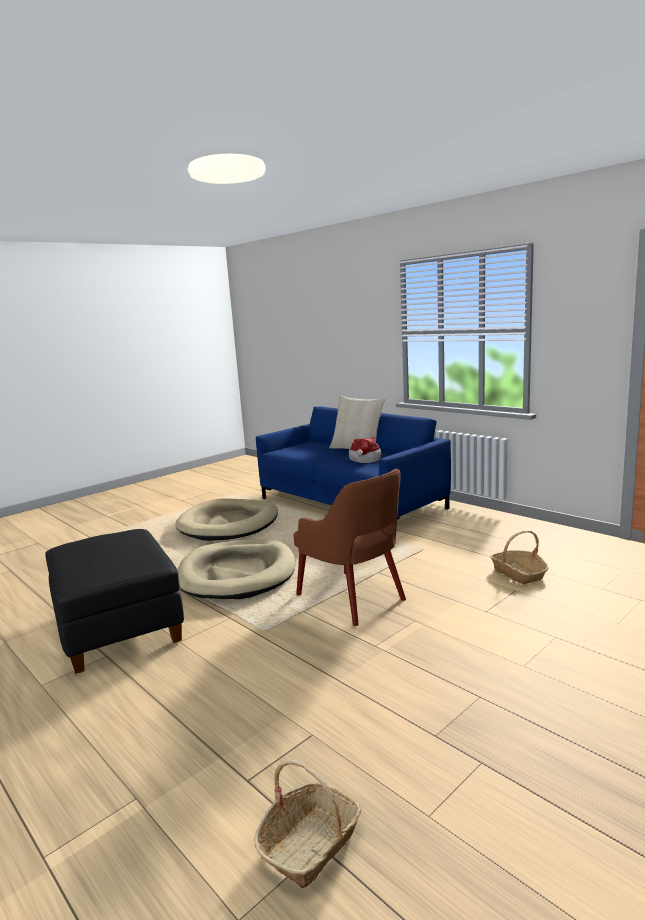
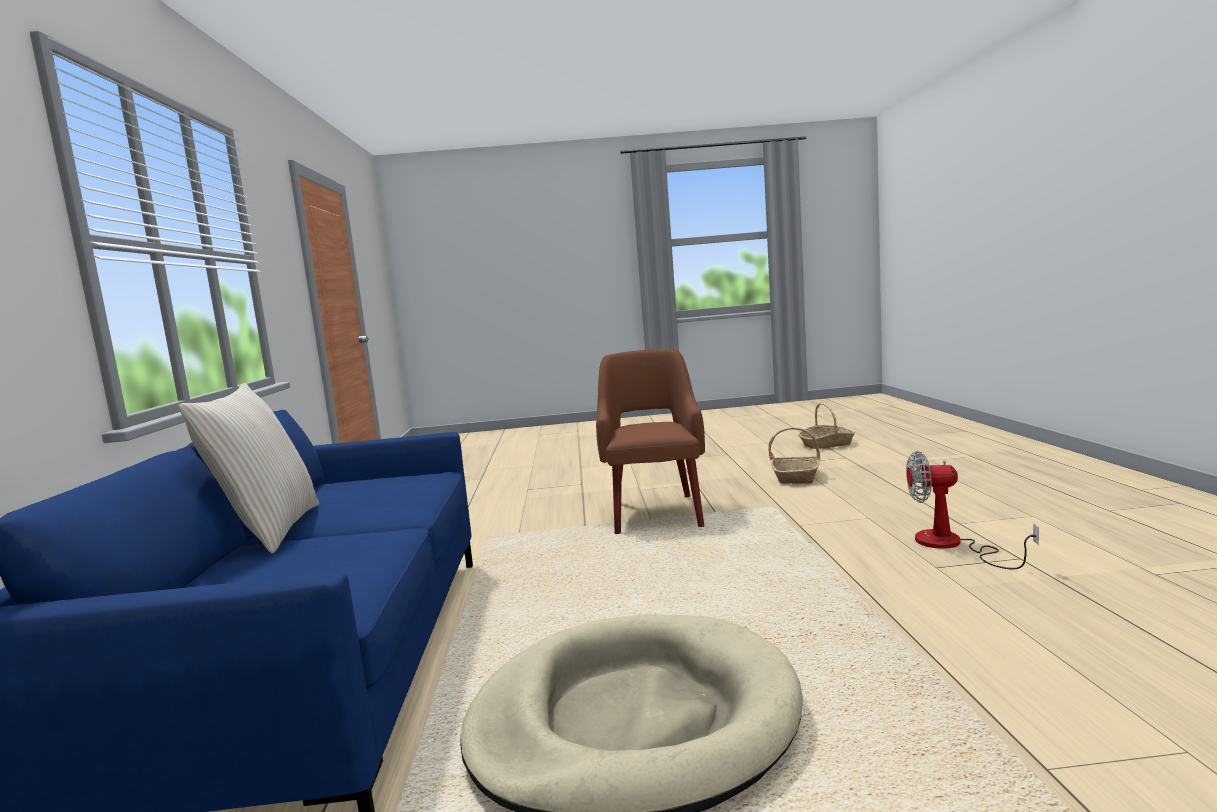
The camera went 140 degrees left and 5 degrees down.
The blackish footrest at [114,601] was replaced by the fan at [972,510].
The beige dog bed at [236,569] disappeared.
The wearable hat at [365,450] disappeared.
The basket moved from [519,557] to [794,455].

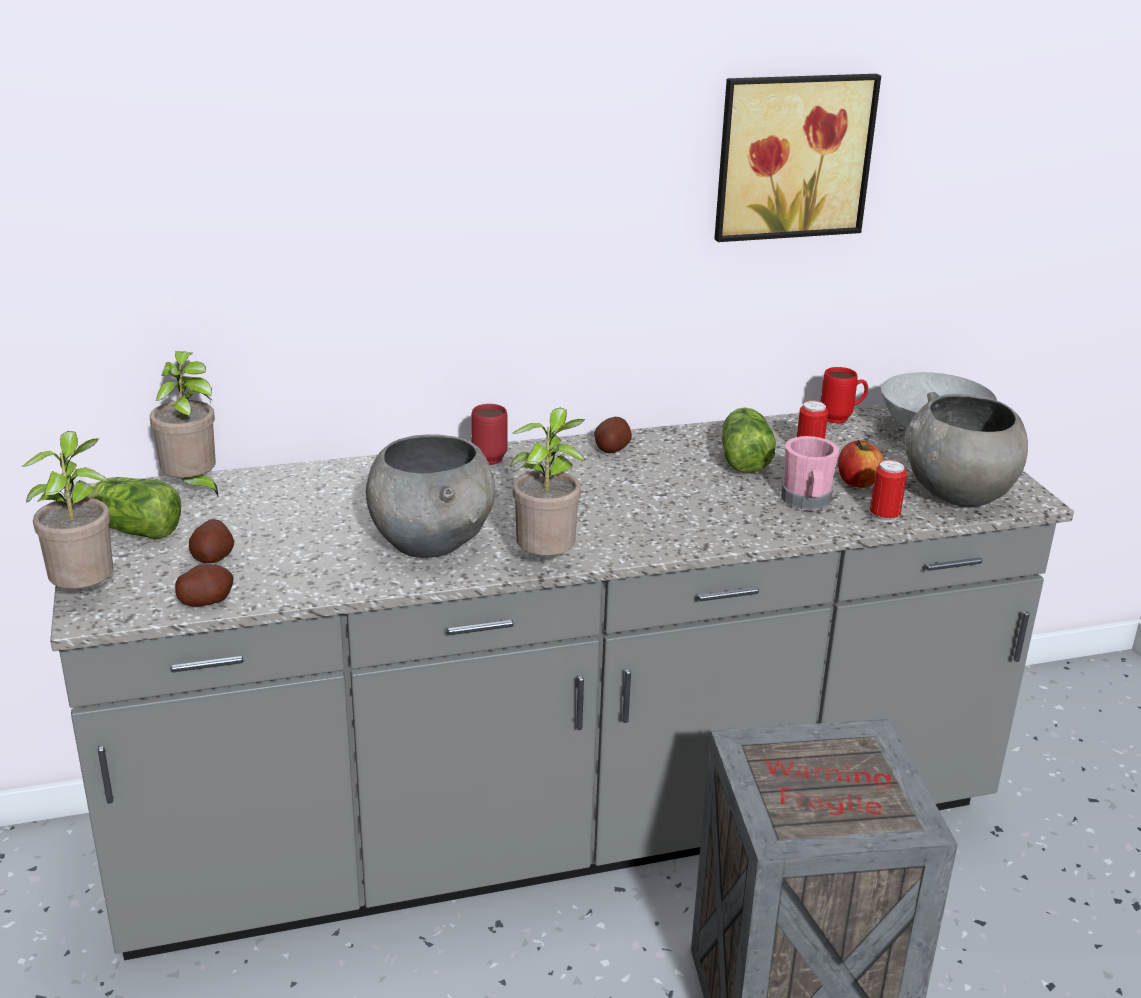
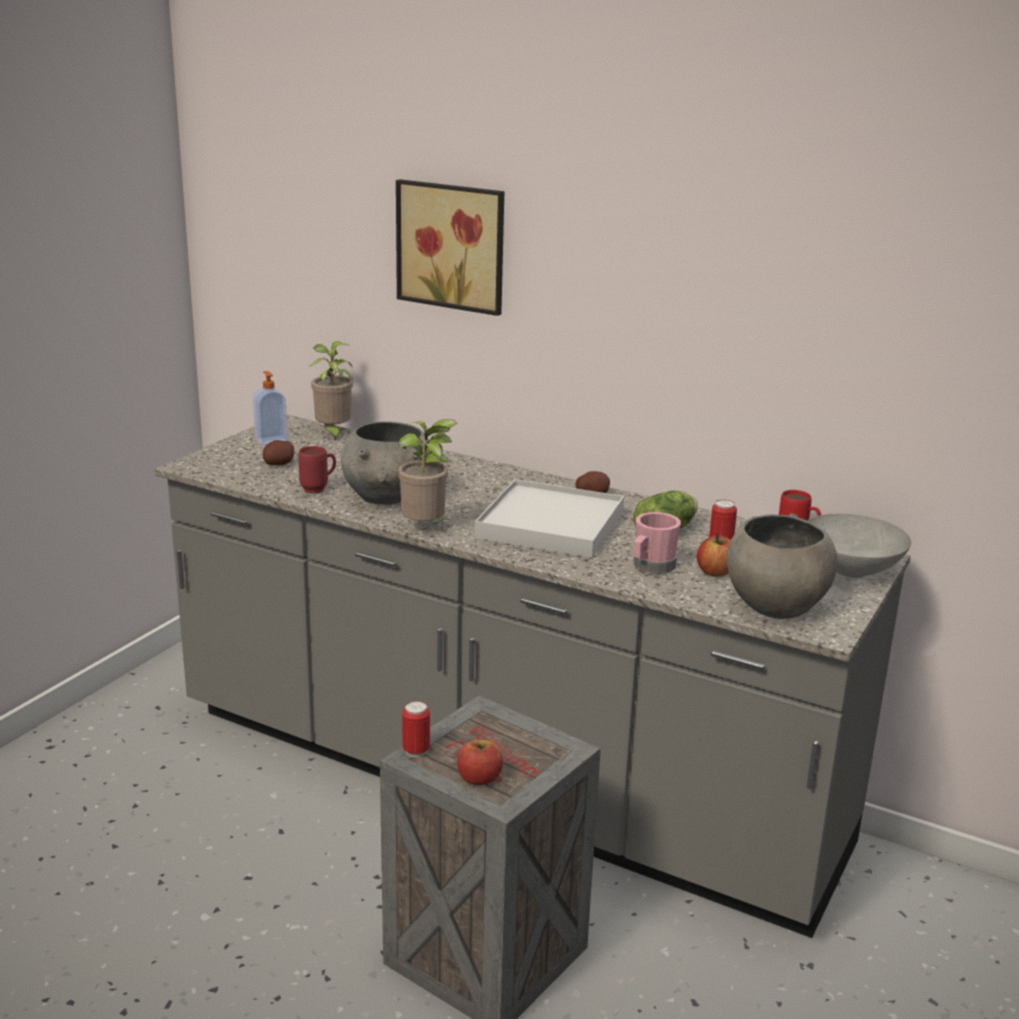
The camera went 45 degrees right and 5 degrees down.
The potted plant at [67,510] disappeared.
The head of lettuce at [134,508] was replaced by the soap dispenser at [270,408].
The spud at [204,585] disappeared.
The red mug moved from [489,434] to [317,470].
The wall picture moved from [797,158] to [450,247].
The sealed can moved from [888,491] to [416,729].
The apple fruit at [480,762] appeared.
The white-coloured tray at [549,518] appeared.

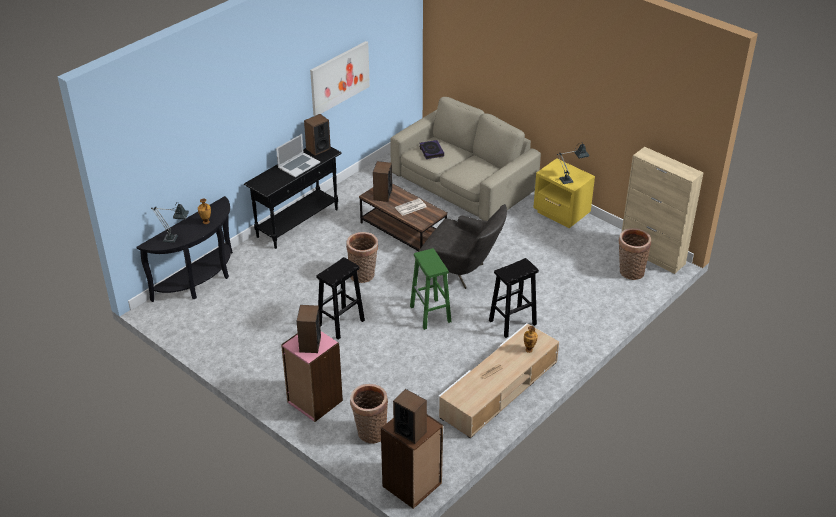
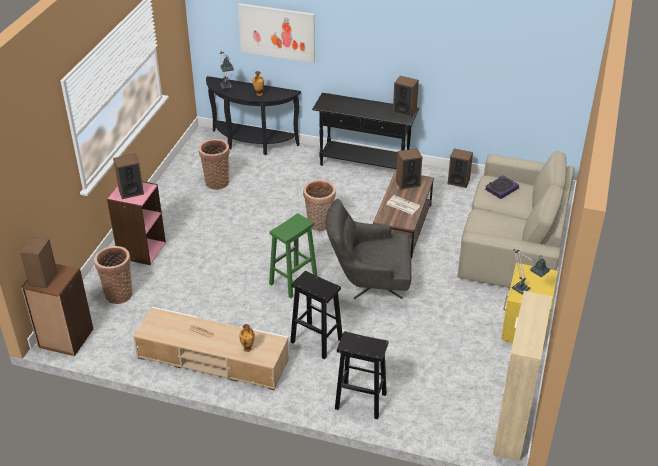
The camera went 65 degrees right and 0 degrees up.
The portable computer at [298,155] disappeared.
The wall picture moved from [340,78] to [276,33].
The blackish stool seat moved from [340,298] to [362,375].
The greyish lounge chair at [462,246] turned 90 degrees clockwise.
The basket moved from [634,254] to [214,164].
The loudspeaker at [460,168] appeared.

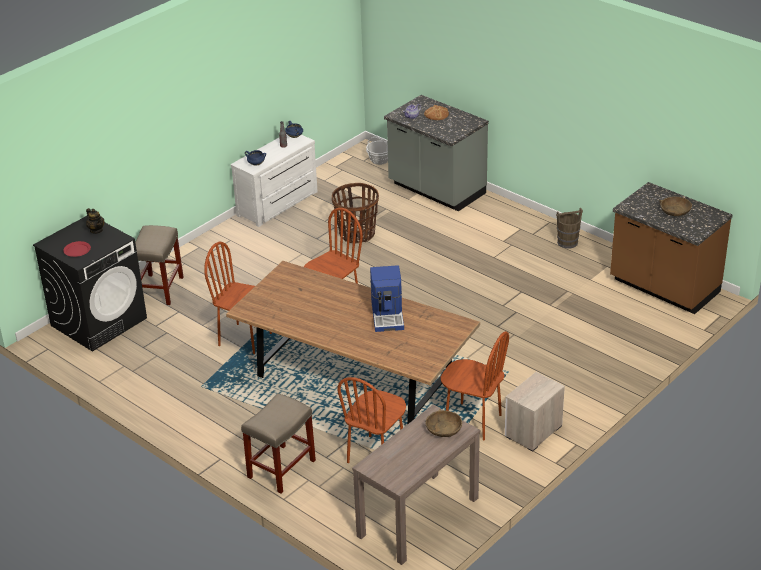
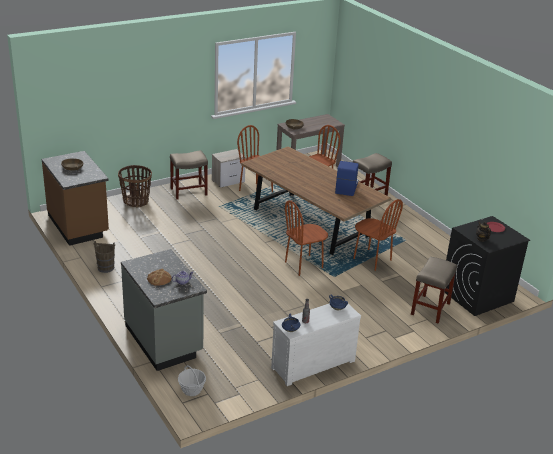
The camera went 165 degrees left and 5 degrees down.
The basket moved from [355,213] to [135,186].
The coffee machine moved from [387,298] to [347,178].
The beige stool seat at [189,174] appeared.

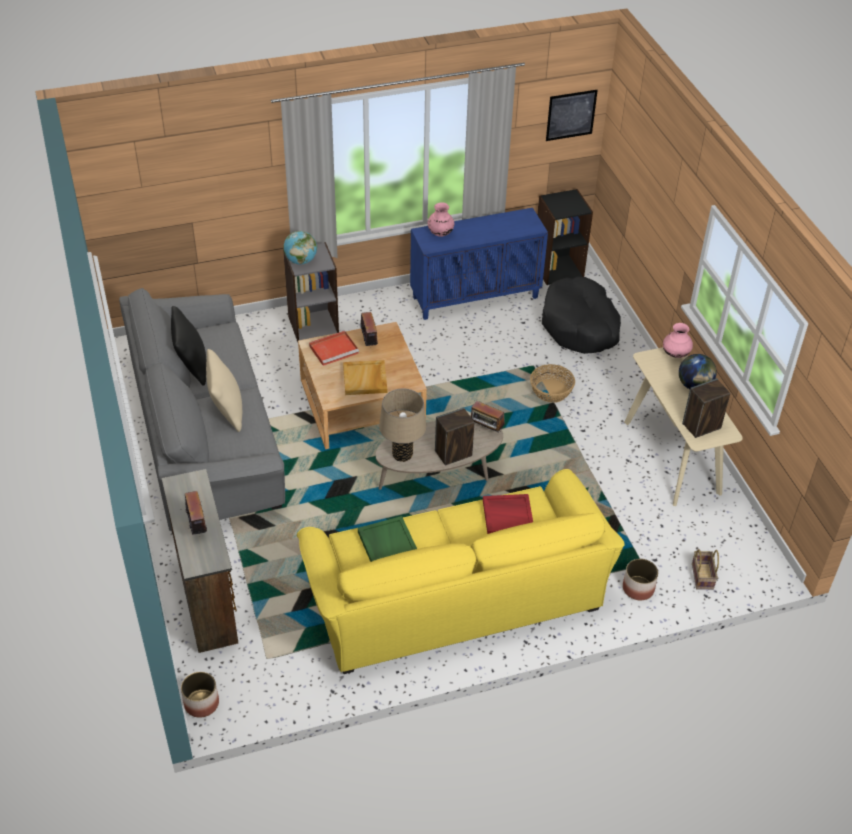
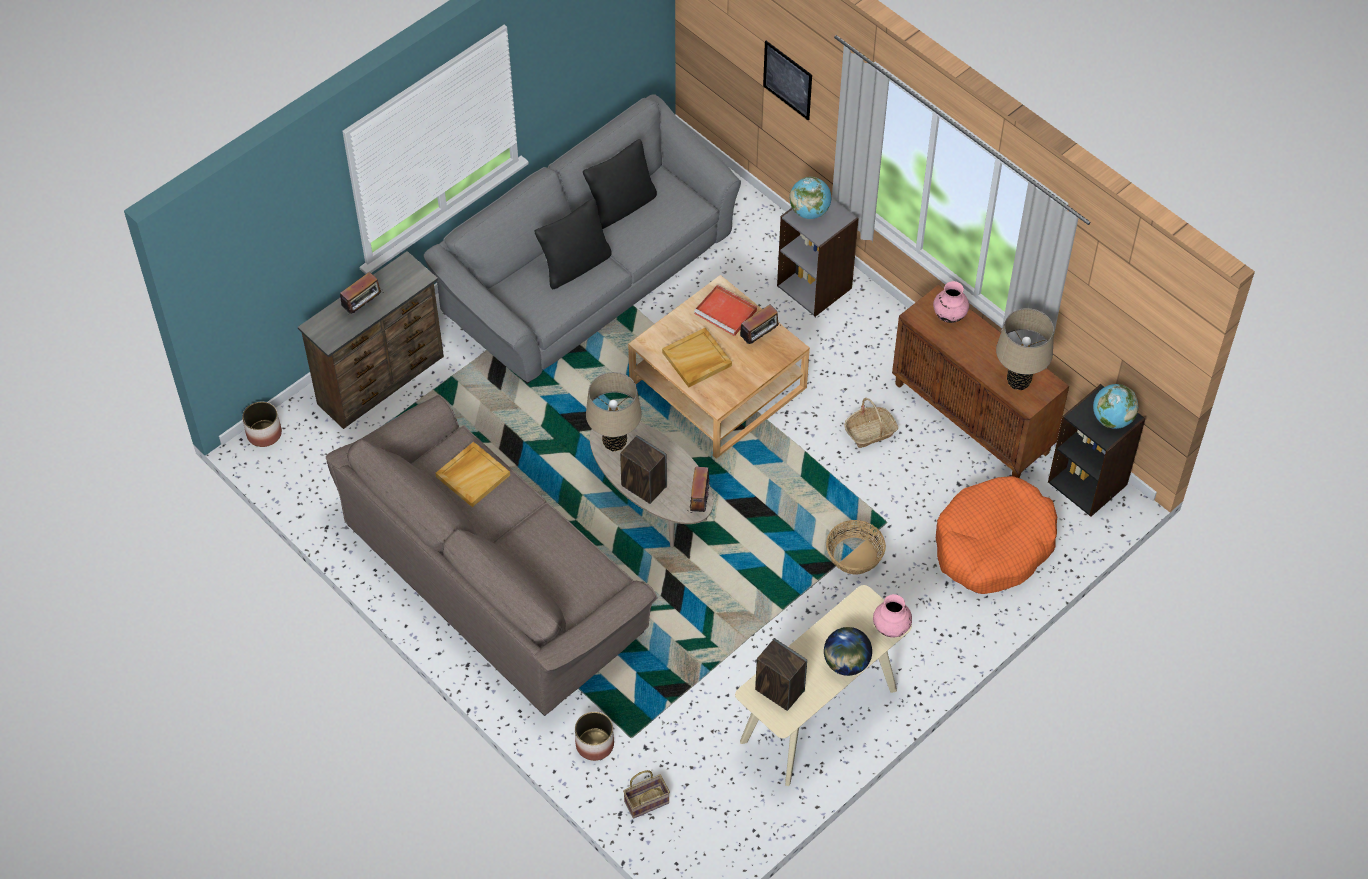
The camera went 65 degrees right and 10 degrees up.
The beige cushion at [224,390] became the blackish cushion at [573,243].
The yellowish settee at [461,571] became the brown-coloured settee at [491,555].
The green-coloured tray at [387,539] became the beige tray at [472,474].
The blue cabinet at [479,264] became the brown-coloured cabinet at [980,381].
The red tray at [508,514] disappeared.
The blackish dog bed at [581,315] became the orange-coloured dog bed at [996,535].
The wall picture moved from [572,115] to [787,80].
The basket at [871,423] appeared.
The beige table lamp at [1025,349] appeared.
The desk globe at [1116,406] appeared.

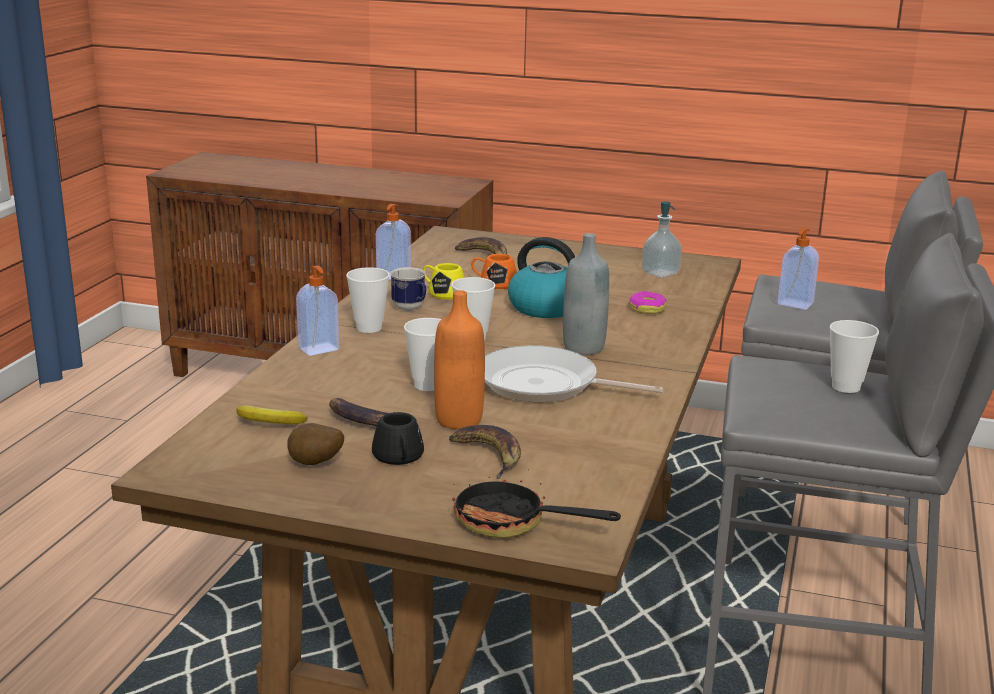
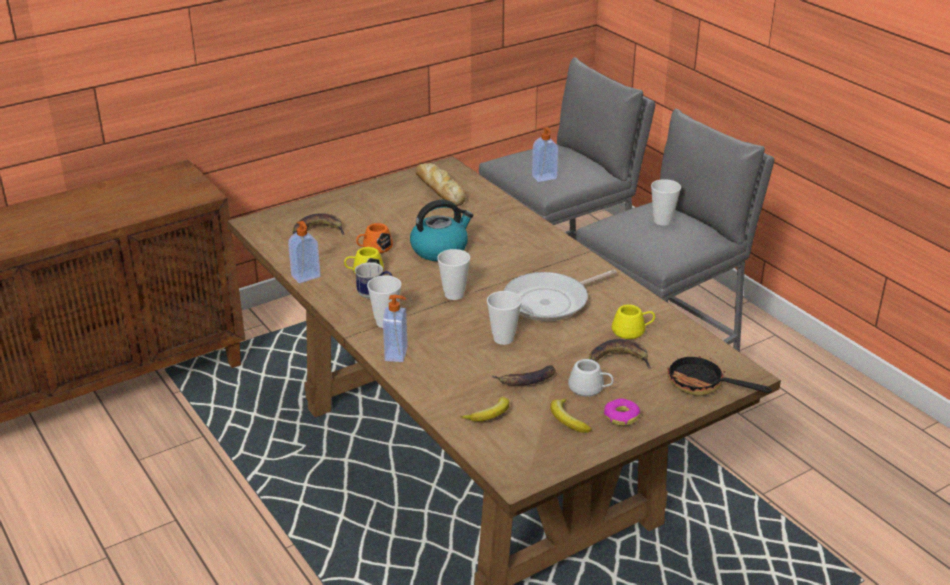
The camera went 50 degrees left and 10 degrees up.
The spud at [315,444] was replaced by the whole banana at [570,415].
The blackish mug at [398,438] became the white-coloured mug at [591,378].
The orange-coloured drink bottle at [459,359] disappeared.
The pan at [536,504] turned 60 degrees clockwise.
The greyish drink bottle at [586,294] disappeared.
The ring doughnut moved from [648,302] to [622,412].
The soap dispenser at [662,239] was replaced by the bread at [440,184].
The yellowish mug at [633,322] appeared.

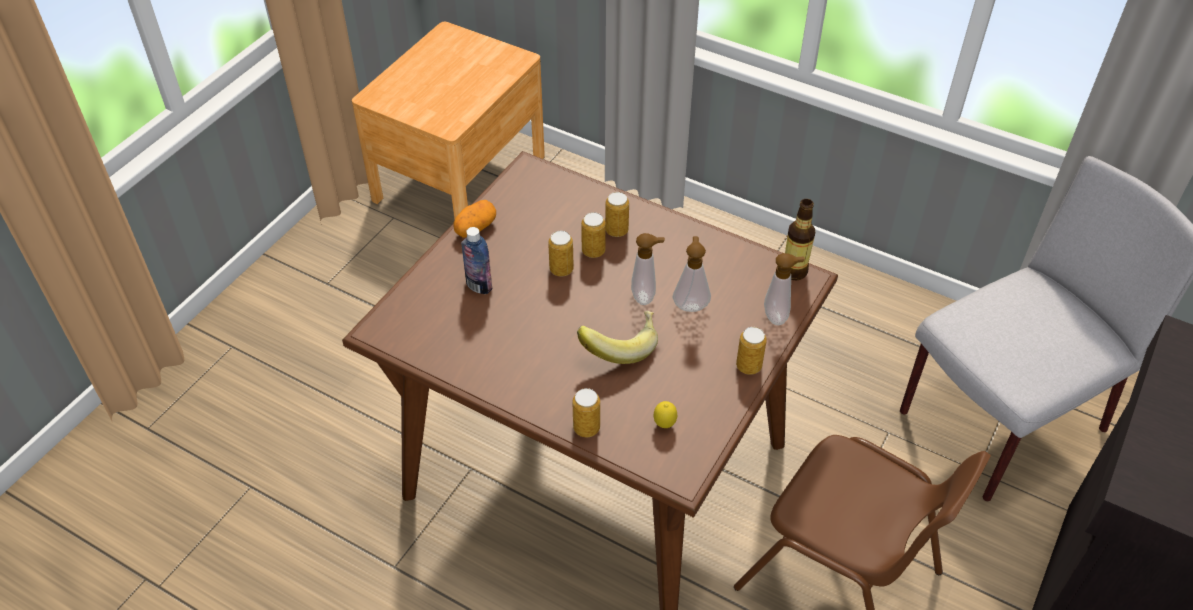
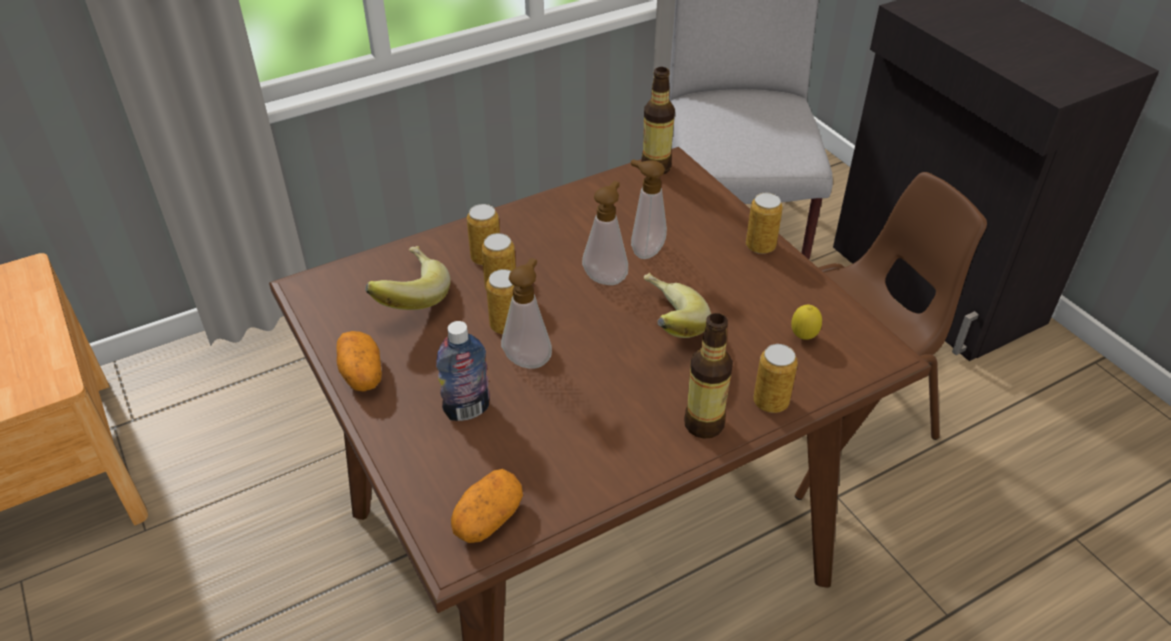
The camera went 60 degrees left and 5 degrees down.
The soap dispenser moved from [784,289] to [526,313].
The whole banana at [408,278] appeared.
The spud at [487,506] appeared.
The drink bottle at [708,376] appeared.

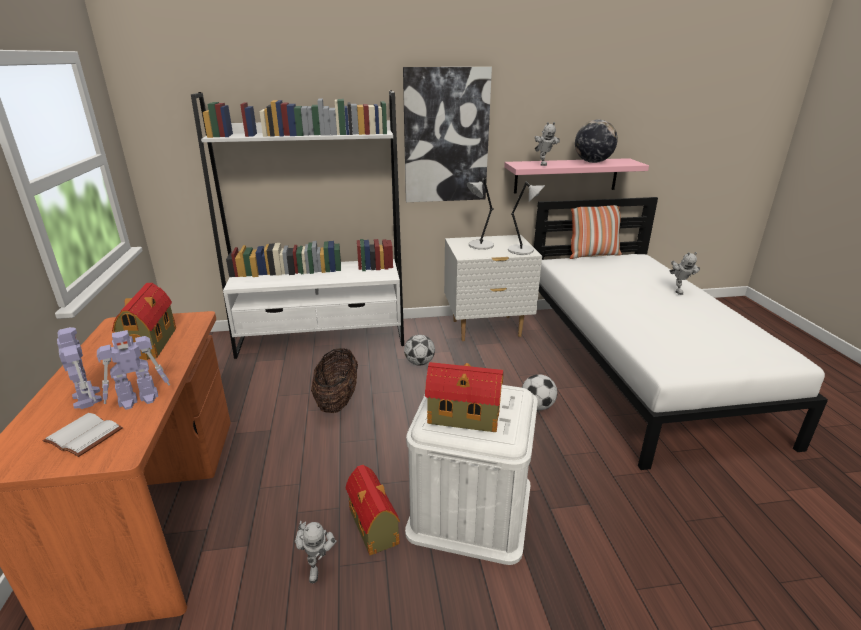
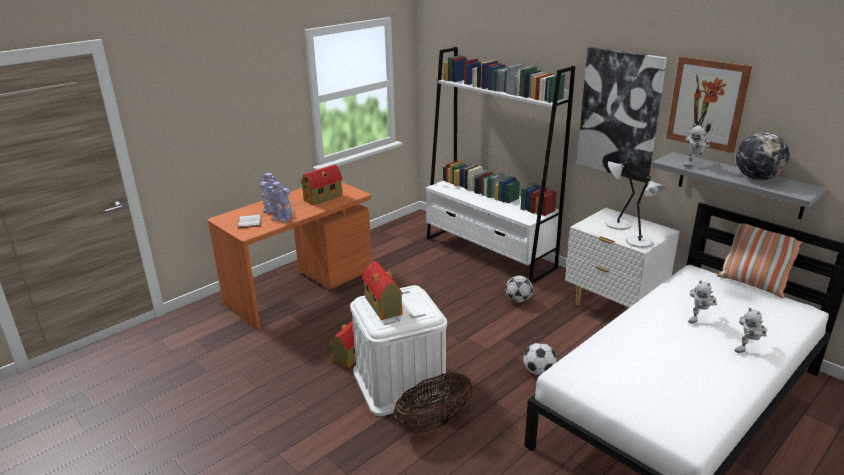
The camera went 55 degrees right and 0 degrees up.
The robot figure moved from [316,552] to [702,302].
The basket moved from [334,380] to [433,403].
The pink-coloured shelf at [576,175] became the greyish shelf at [739,185].
The wall picture at [709,104] appeared.

